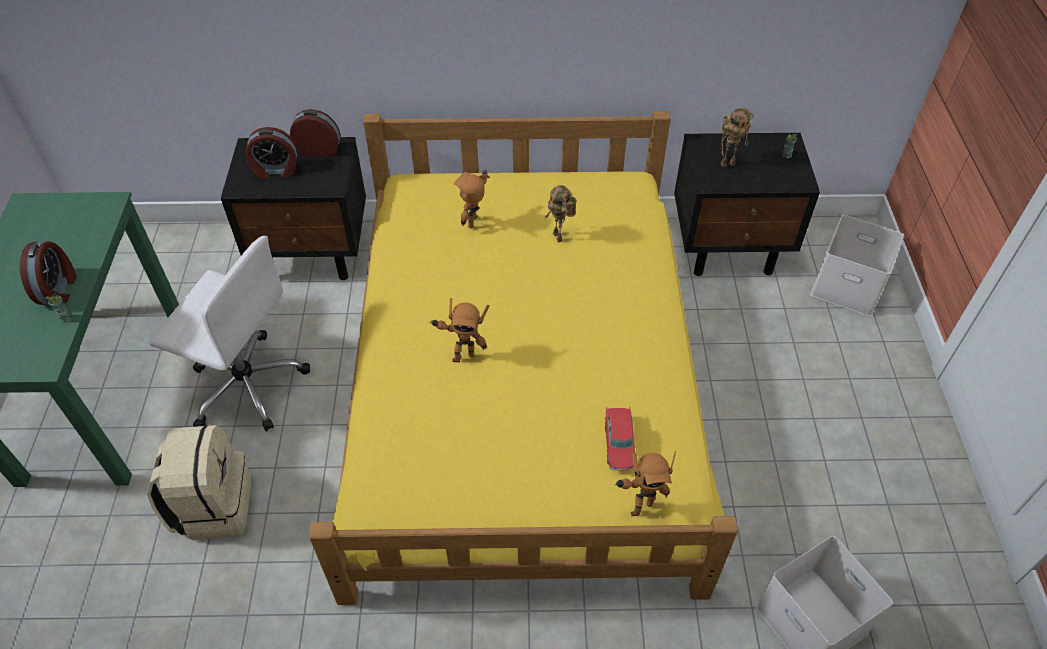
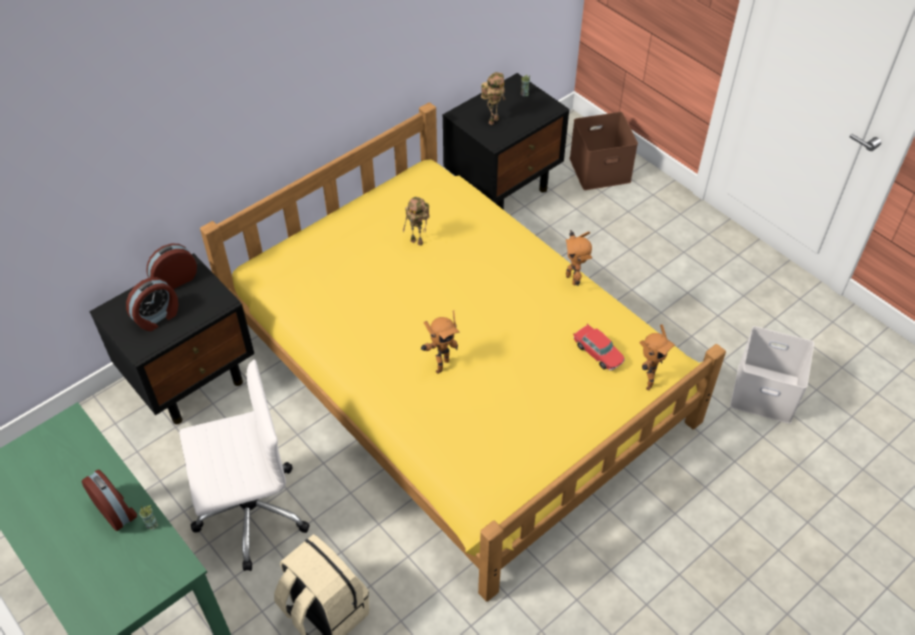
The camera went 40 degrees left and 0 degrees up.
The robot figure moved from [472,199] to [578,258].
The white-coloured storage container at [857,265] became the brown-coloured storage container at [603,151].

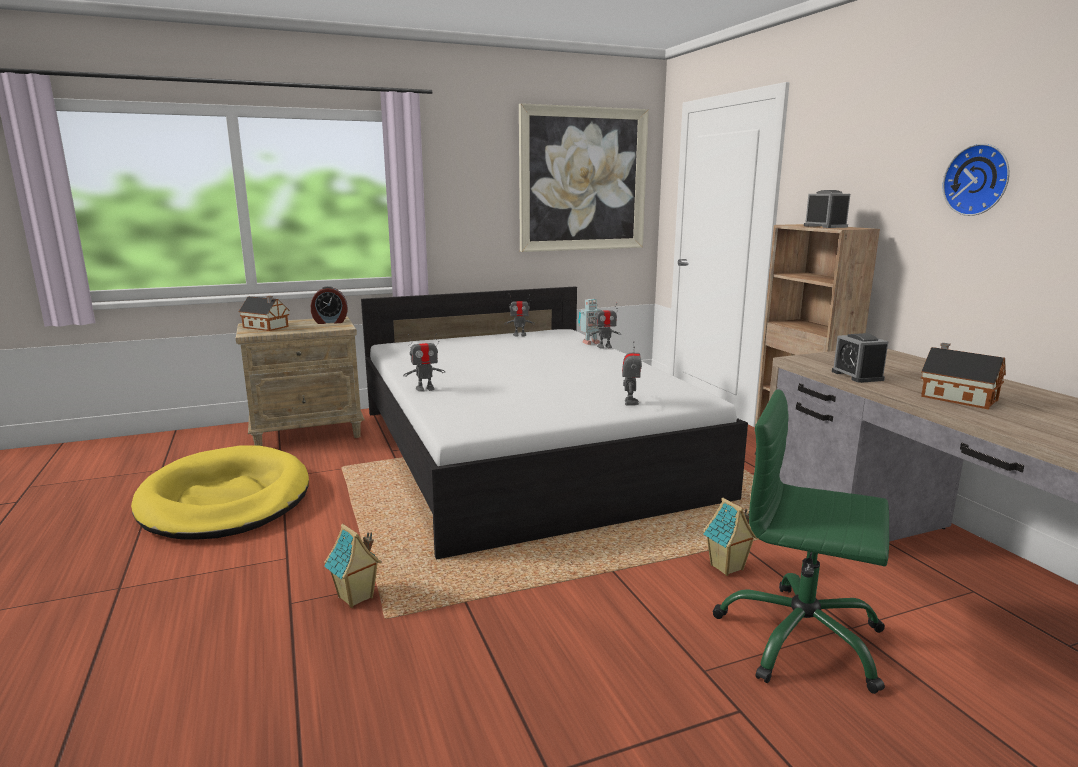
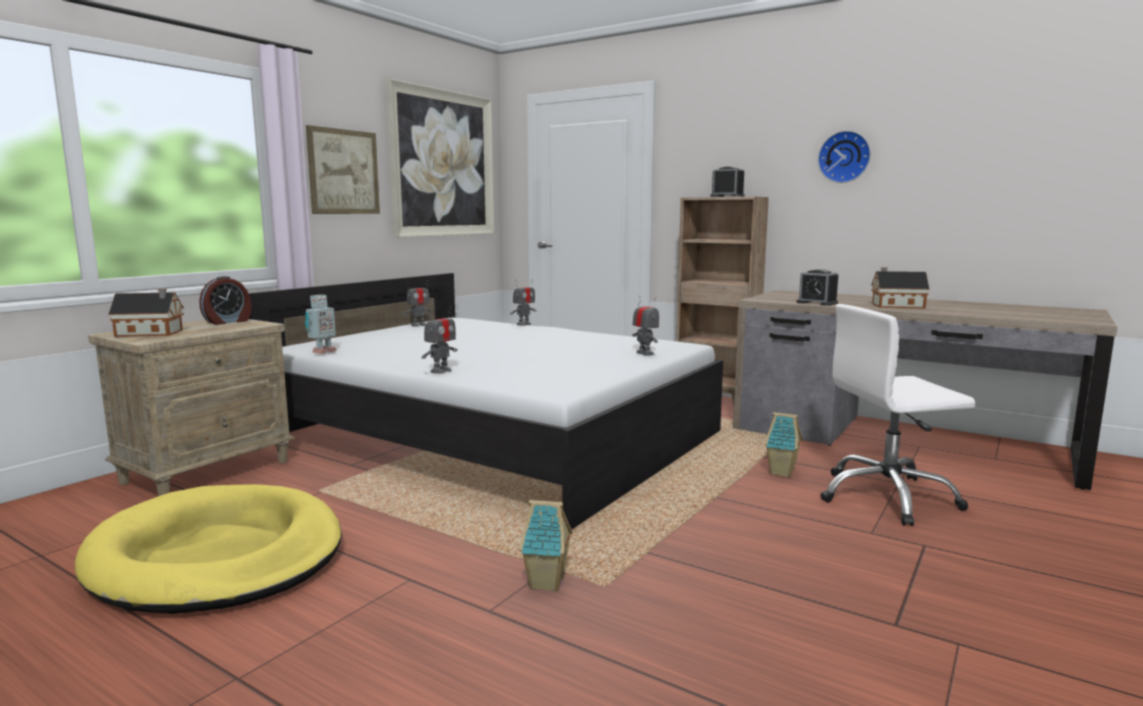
The camera went 35 degrees left and 5 degrees down.
The robot figure moved from [589,322] to [321,324].
The green-coloured office chair at [801,541] became the white-coloured office chair at [897,415].
The wall picture at [343,169] appeared.

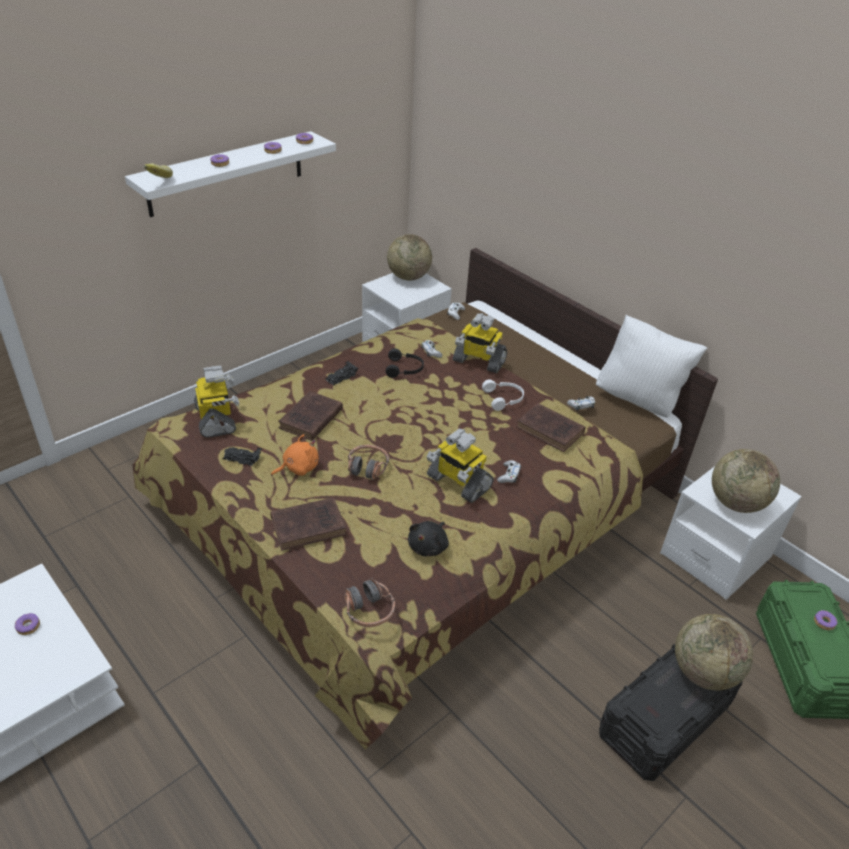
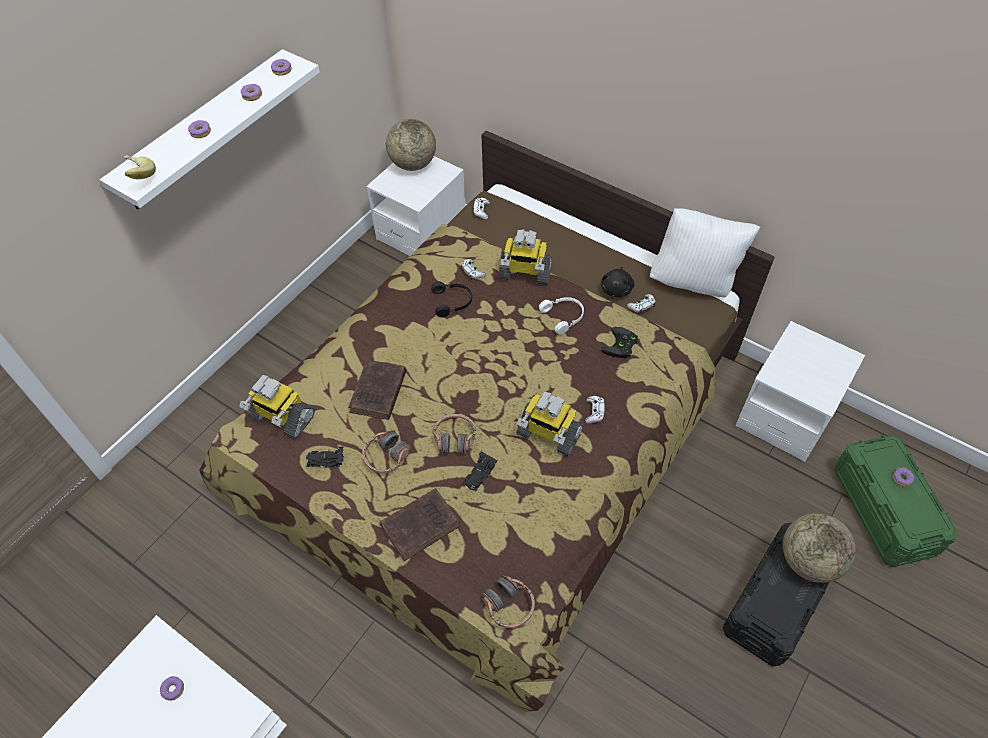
The camera went 10 degrees left and 15 degrees up.
The robot figure at [216,401] turned 150 degrees clockwise.
The orange-coloured plush toy at [295,455] was replaced by the pair of headphones at [386,451].
The blackish miniature car moved from [342,373] to [480,471].
The blackish plush toy moved from [428,538] to [618,282].
The brown-coloured volume at [550,427] was replaced by the blackish game controller at [619,342].
The desk globe at [746,481] disappeared.

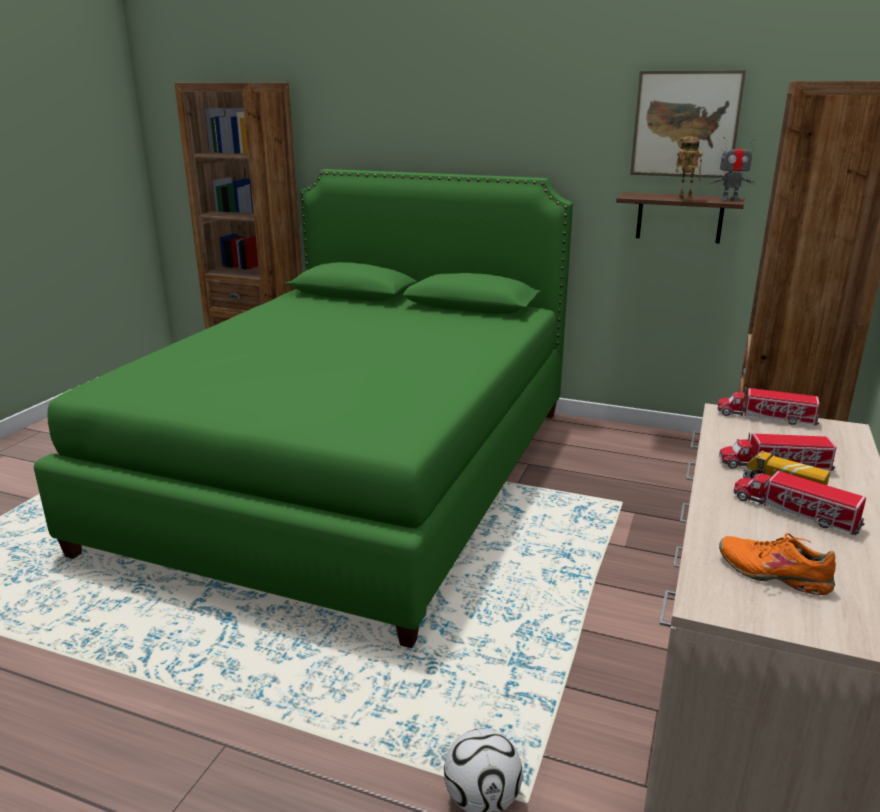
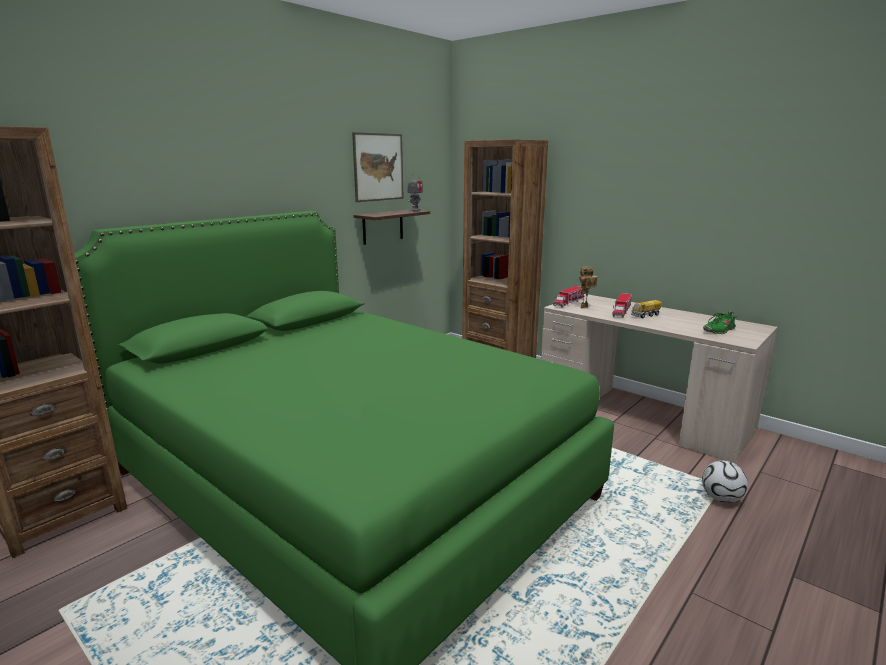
The camera went 70 degrees left and 5 degrees down.
The robot figure moved from [689,168] to [588,287].
The orange-coloured item of footwear at [777,564] became the green-coloured item of footwear at [720,322].
The model truck at [799,502] disappeared.

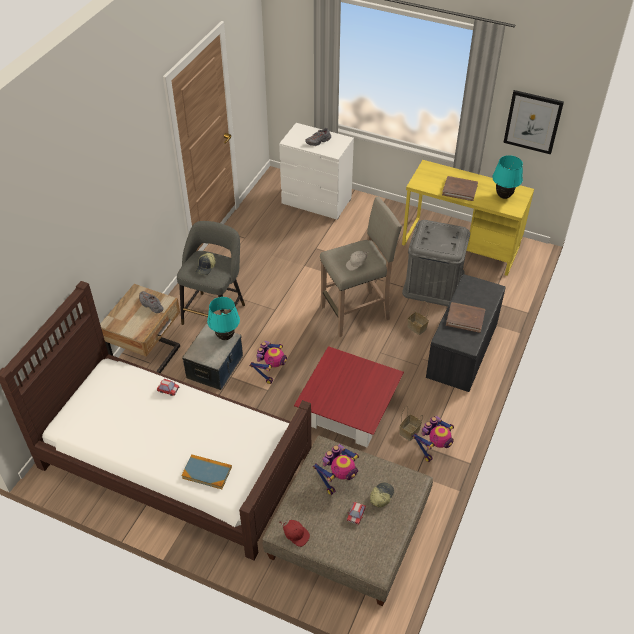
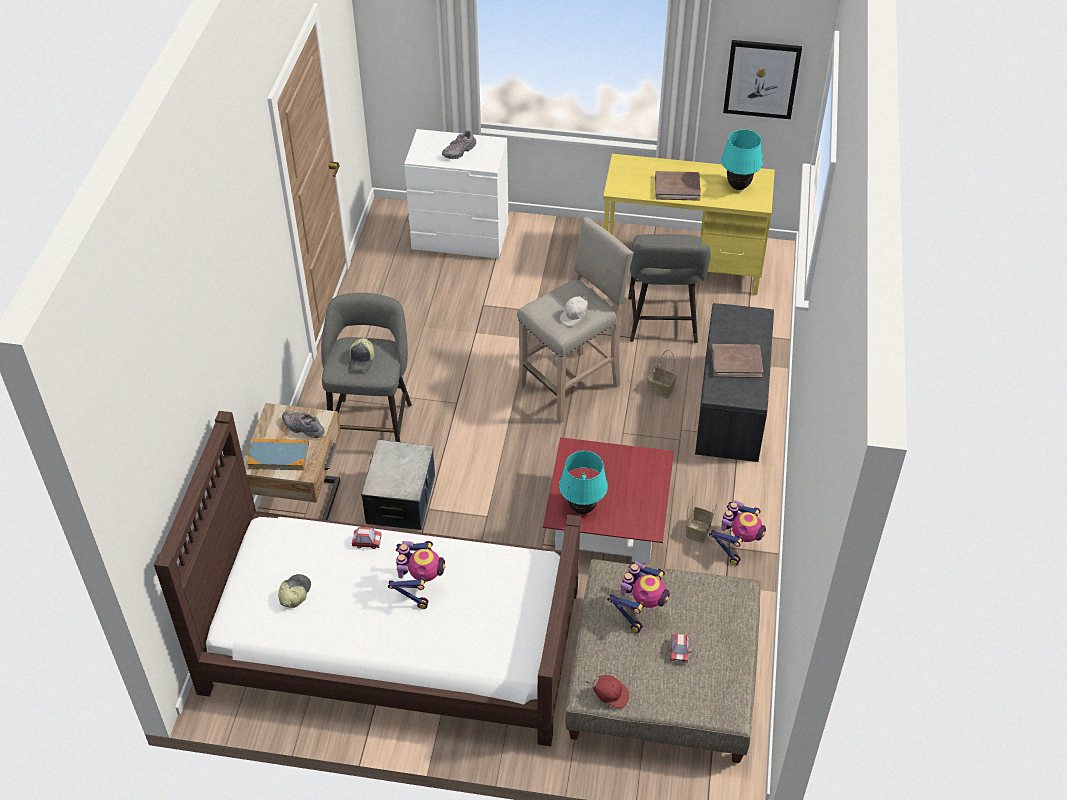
The camera went 15 degrees left and 0 degrees up.
The volume moved from [206,471] to [278,454].
The turquoise table lamp moved from [223,318] to [583,482].
The robot figure moved from [268,362] to [417,575].
The peaked cap moved from [382,495] to [294,591].
The greyish storage container at [436,263] was replaced by the greyish stool seat at [669,288].

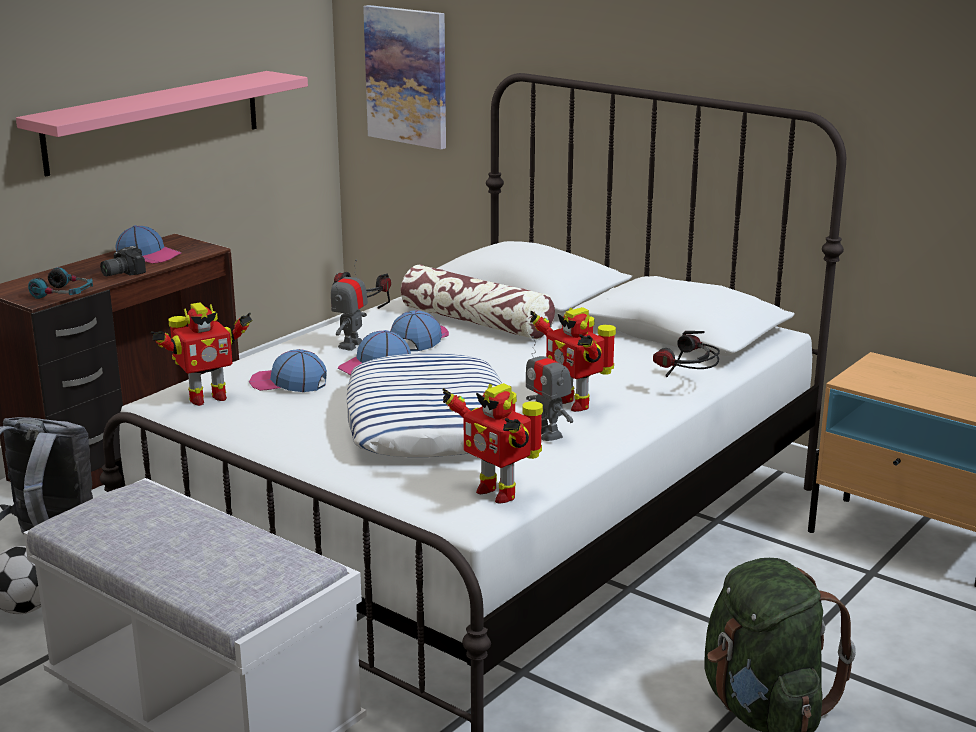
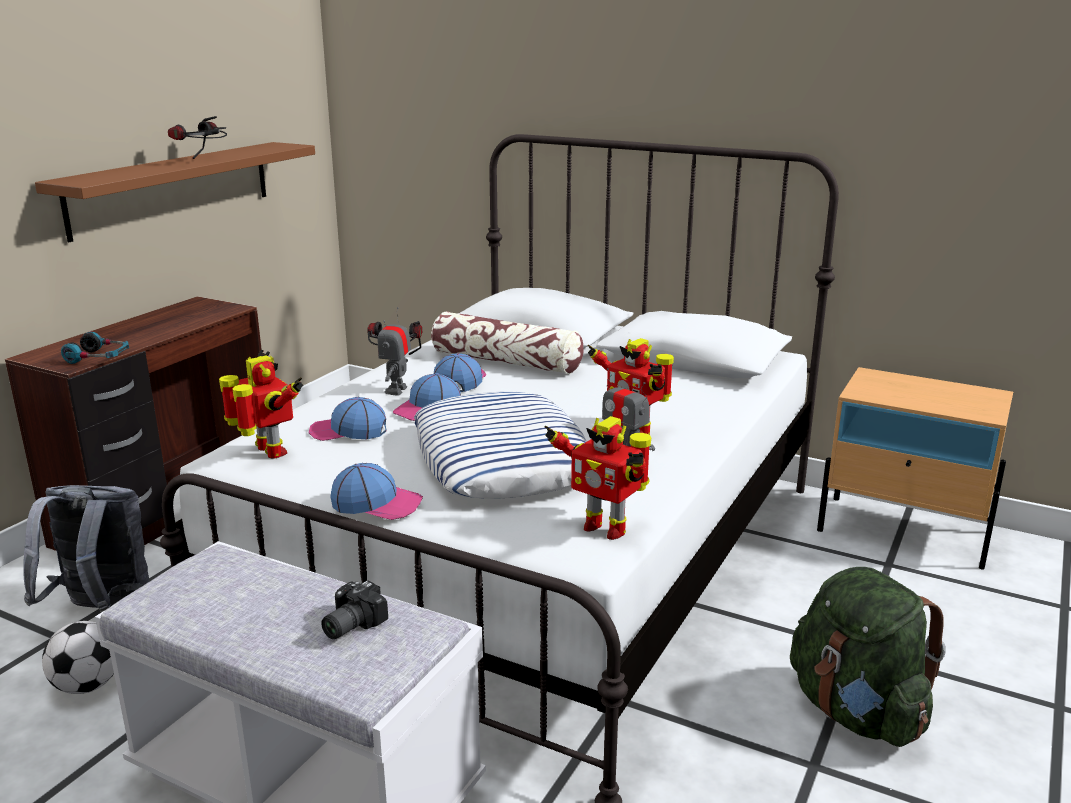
The camera went 10 degrees left and 0 degrees up.
The pink-coloured shelf at [162,123] became the brown-coloured shelf at [175,192].
The still camera moved from [123,261] to [354,610].
The peaked cap moved from [148,244] to [377,491].
The robot figure at [201,354] turned 90 degrees counterclockwise.
The wall picture at [404,77] disappeared.
The pair of headphones moved from [686,354] to [197,137].

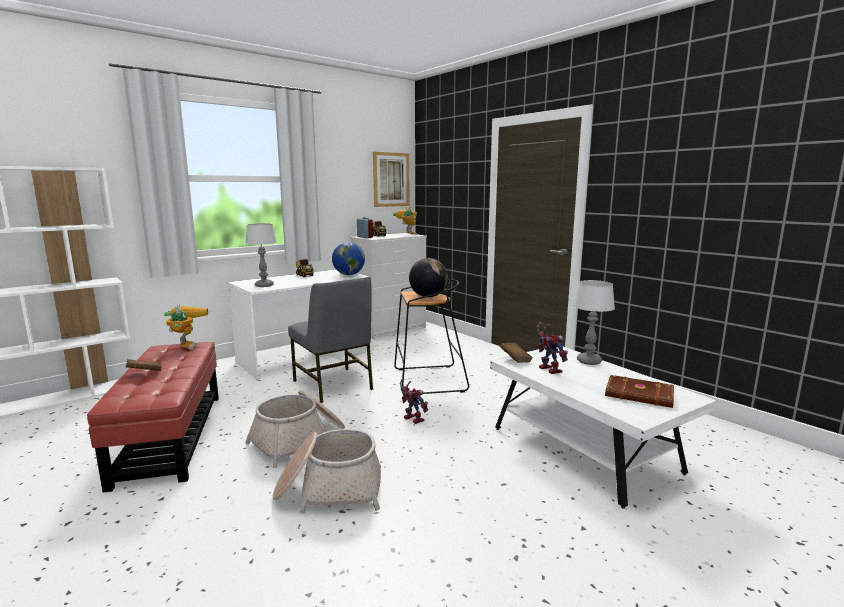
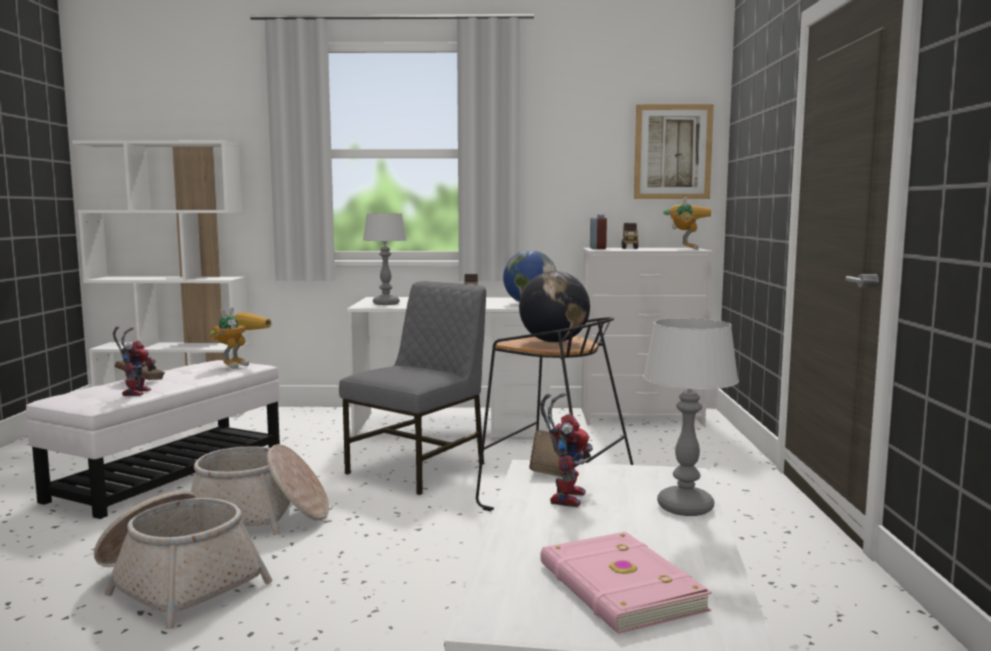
The camera went 40 degrees right and 5 degrees down.
The red footrest at [153,417] became the white-coloured footrest at [153,439].
The greyish upright chair at [330,340] turned 150 degrees counterclockwise.
The robot figure moved from [414,401] to [134,361].
The brown-coloured volume at [639,391] became the pink-coloured volume at [626,583].

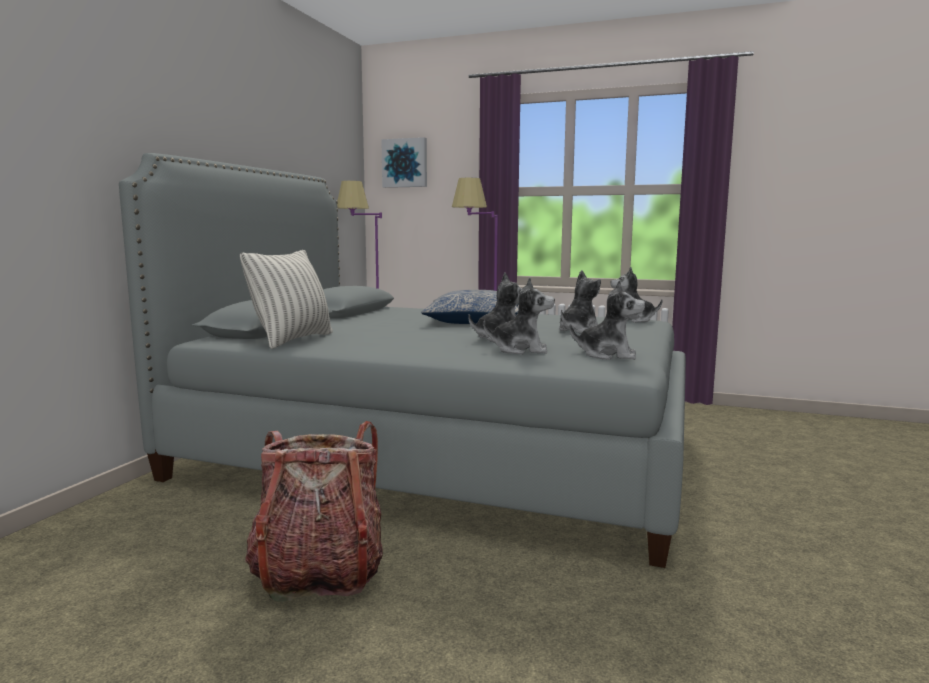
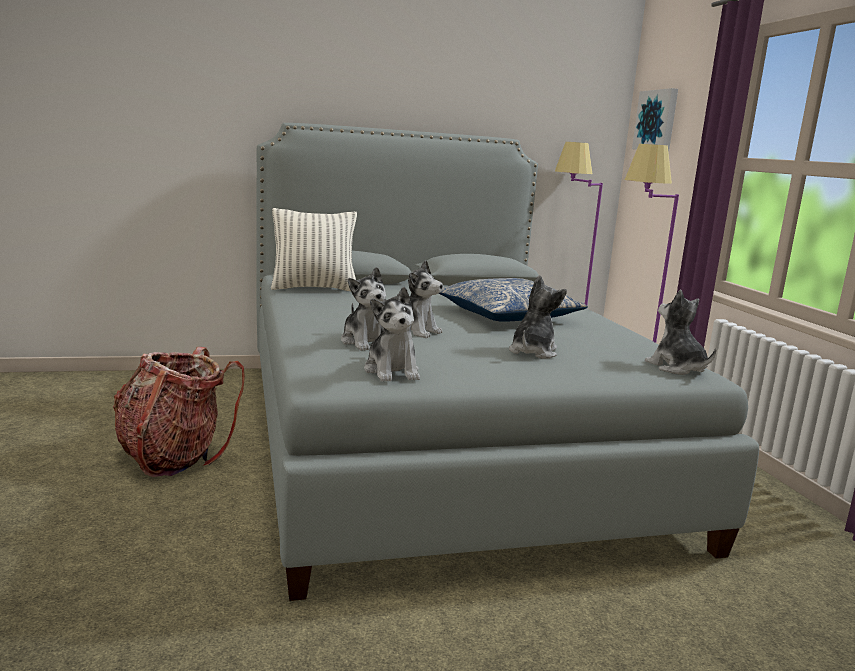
The camera went 55 degrees right and 5 degrees up.
The plush toy at [580,301] turned 75 degrees counterclockwise.

